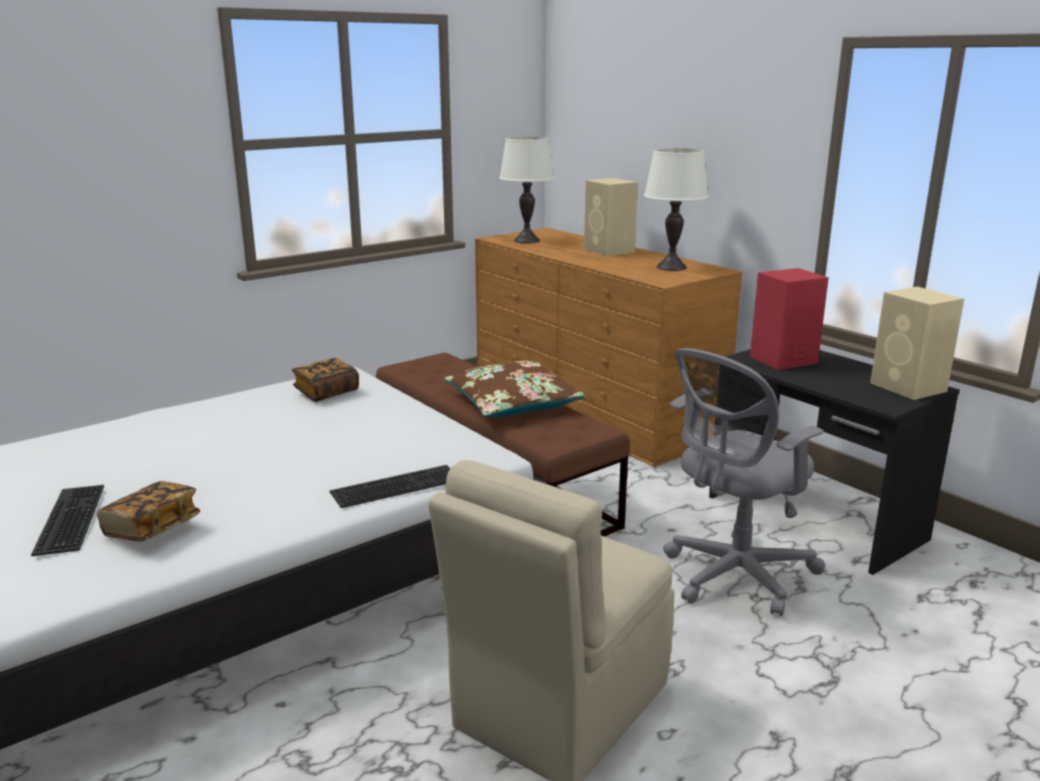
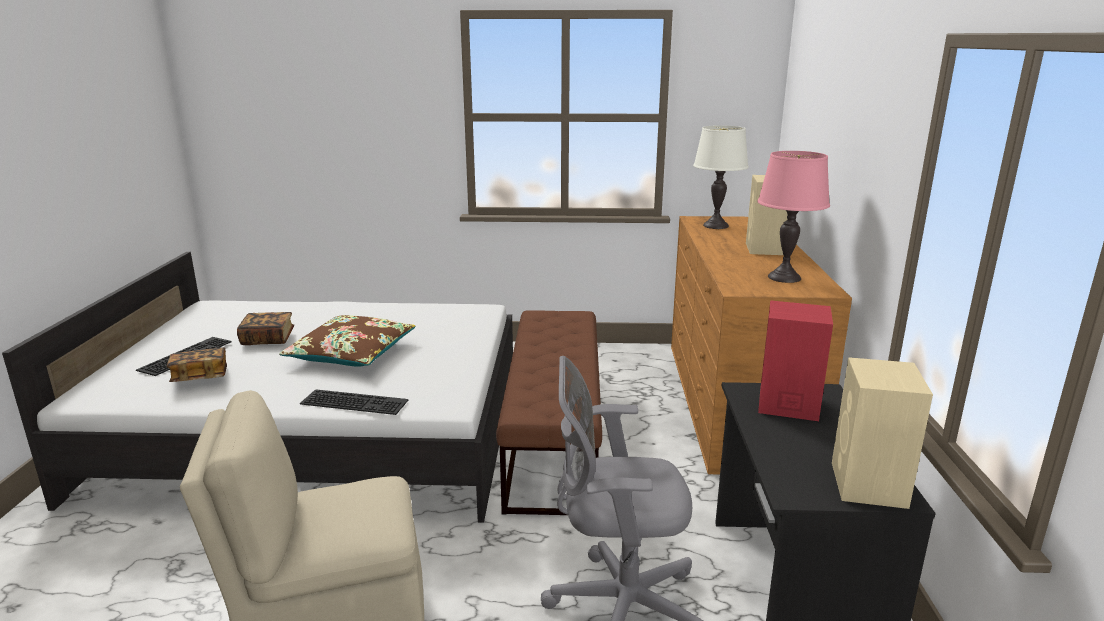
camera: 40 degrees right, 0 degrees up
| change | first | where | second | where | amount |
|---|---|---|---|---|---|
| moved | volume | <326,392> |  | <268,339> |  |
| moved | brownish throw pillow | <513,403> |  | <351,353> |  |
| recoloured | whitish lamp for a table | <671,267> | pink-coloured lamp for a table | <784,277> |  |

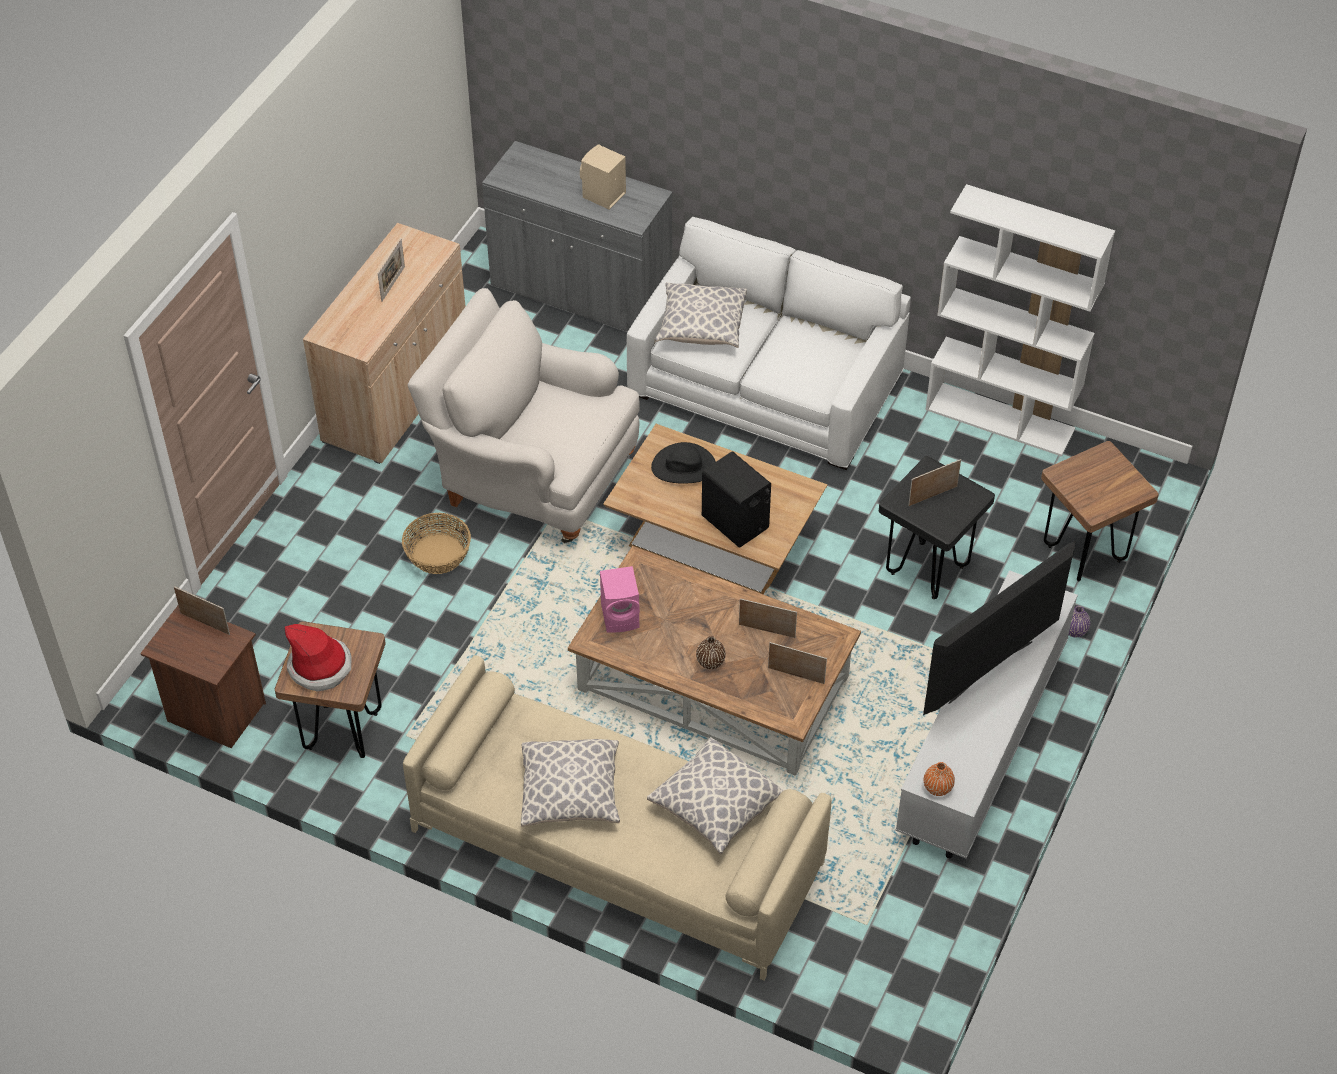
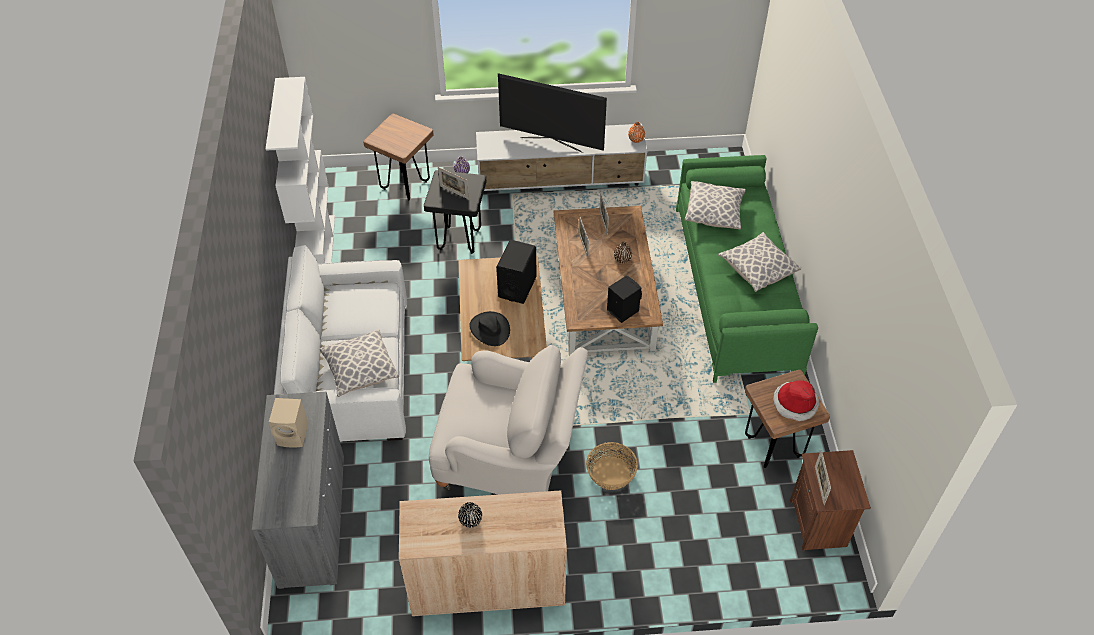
camera: 120 degrees left, 0 degrees up
| change | first | where | second | where | amount |
|---|---|---|---|---|---|
| turned | whitish armchair | <532,475> |  | <510,457> | 75 degrees counterclockwise |
| replaced | picture frame | <393,284> | black-coloured vase | <470,520> |  |
| recoloured | pink-coloured audio speaker | <621,616> | black-coloured audio speaker | <622,310> |  |
| recoloured | beige settee | <617,847> | greenish settee | <735,288> |  |

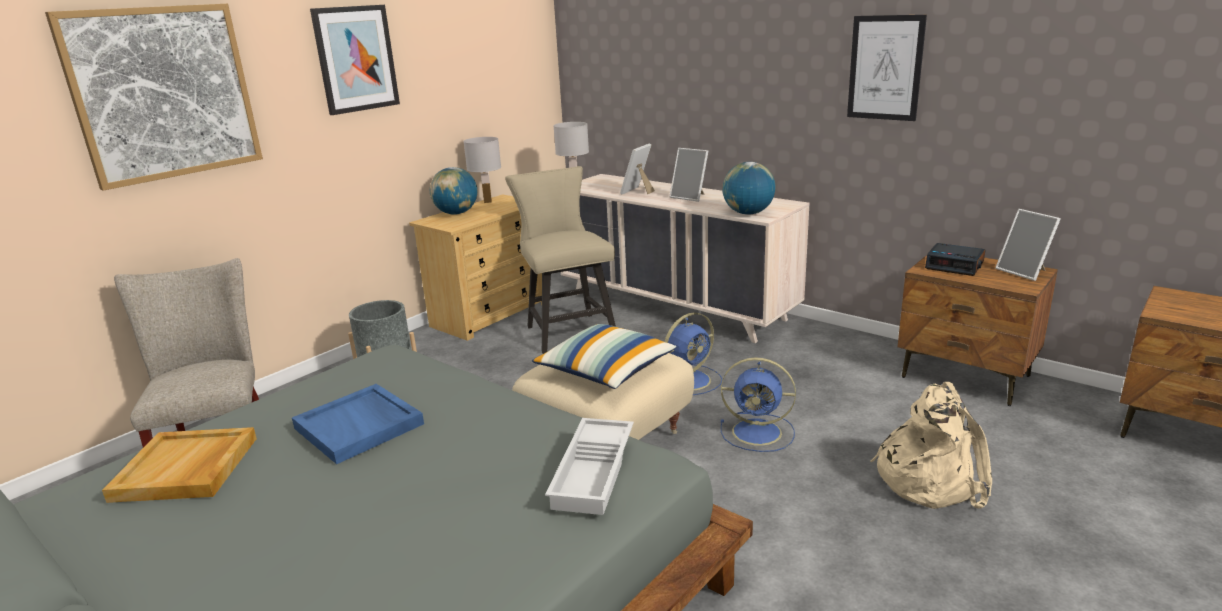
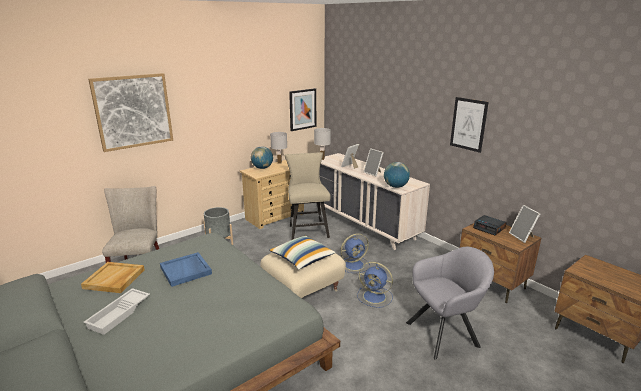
camera: 10 degrees right, 0 degrees up
| change | first | where | second | where | amount |
|---|---|---|---|---|---|
| moved | whitish carrying tray | <595,472> |  | <119,314> |  |
| moved | wall art | <356,59> |  | <302,109> |  |
| replaced | beige backpack | <929,479> | grey armchair | <445,333> |  |

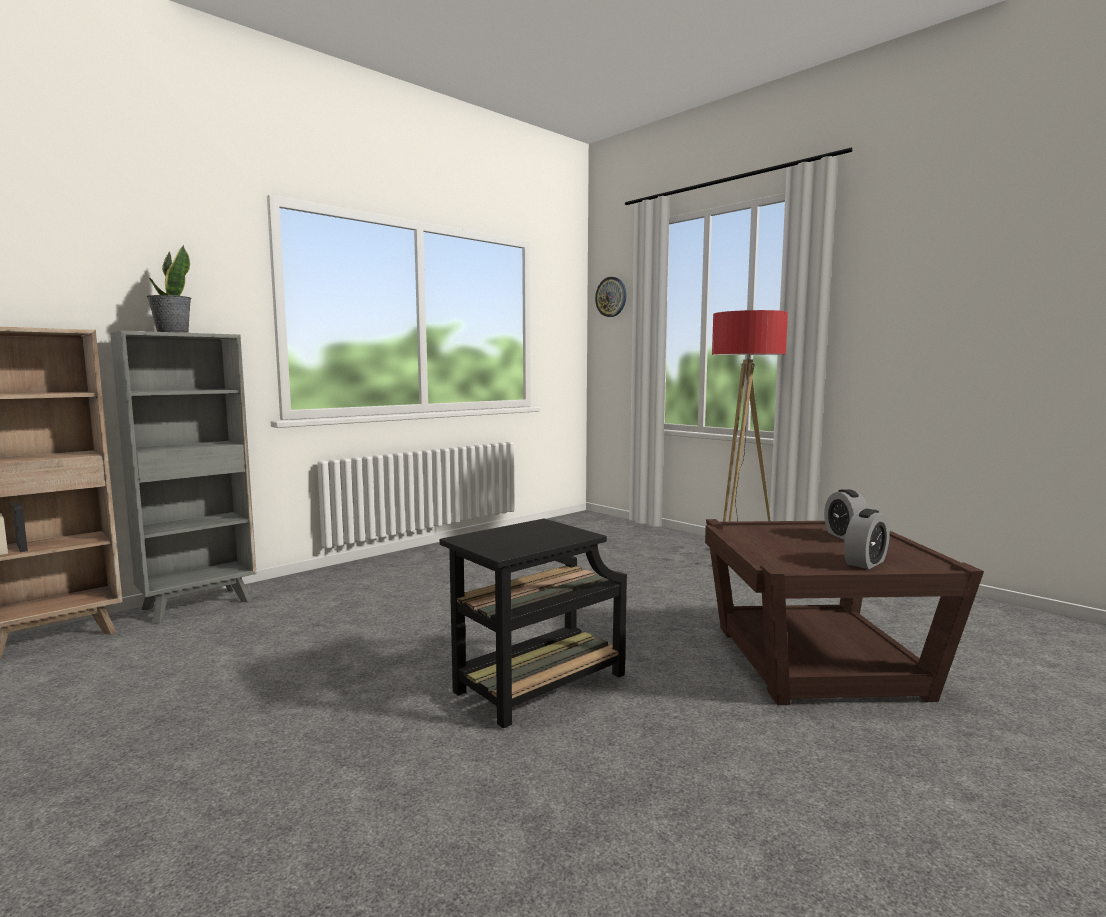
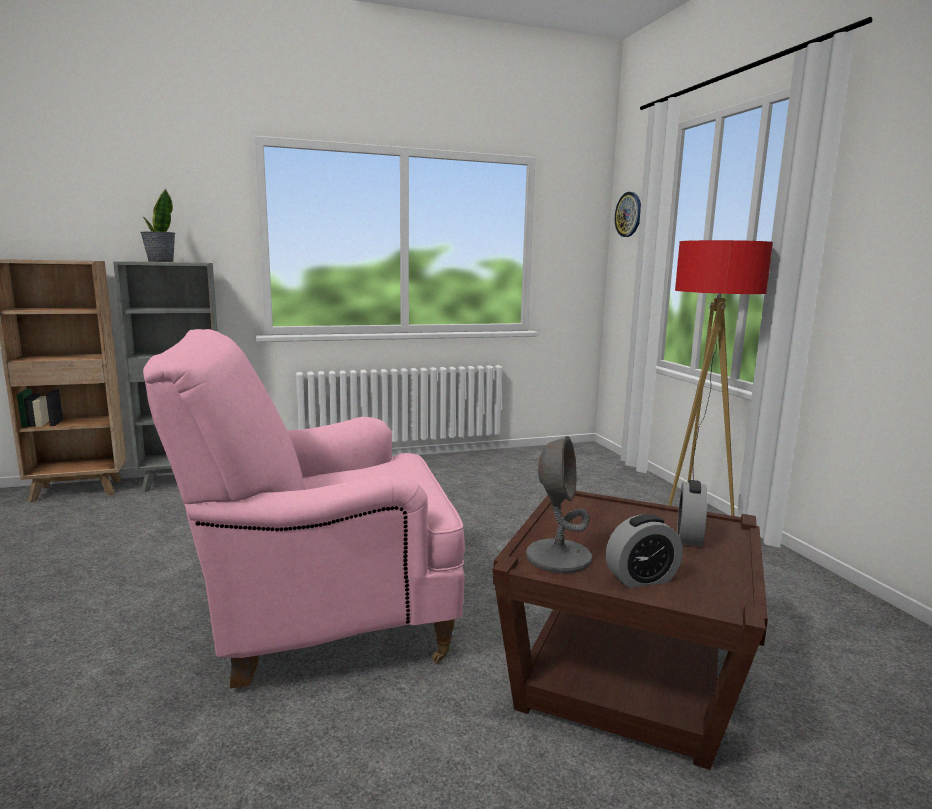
camera: 25 degrees right, 5 degrees up
| change | first | where | second | where | amount |
|---|---|---|---|---|---|
| replaced | black-coloured side table | <536,686> | pink-coloured armchair | <323,619> |  |
| added |  |  | grey lamp for a table | <558,557> |  |

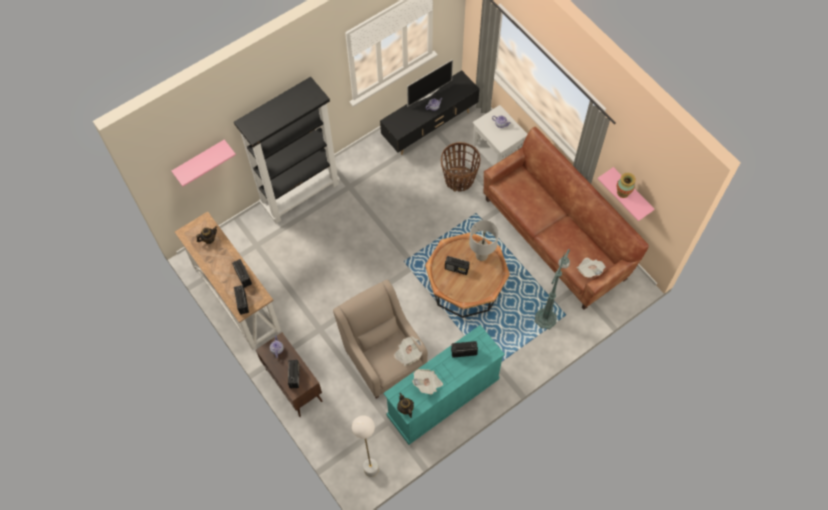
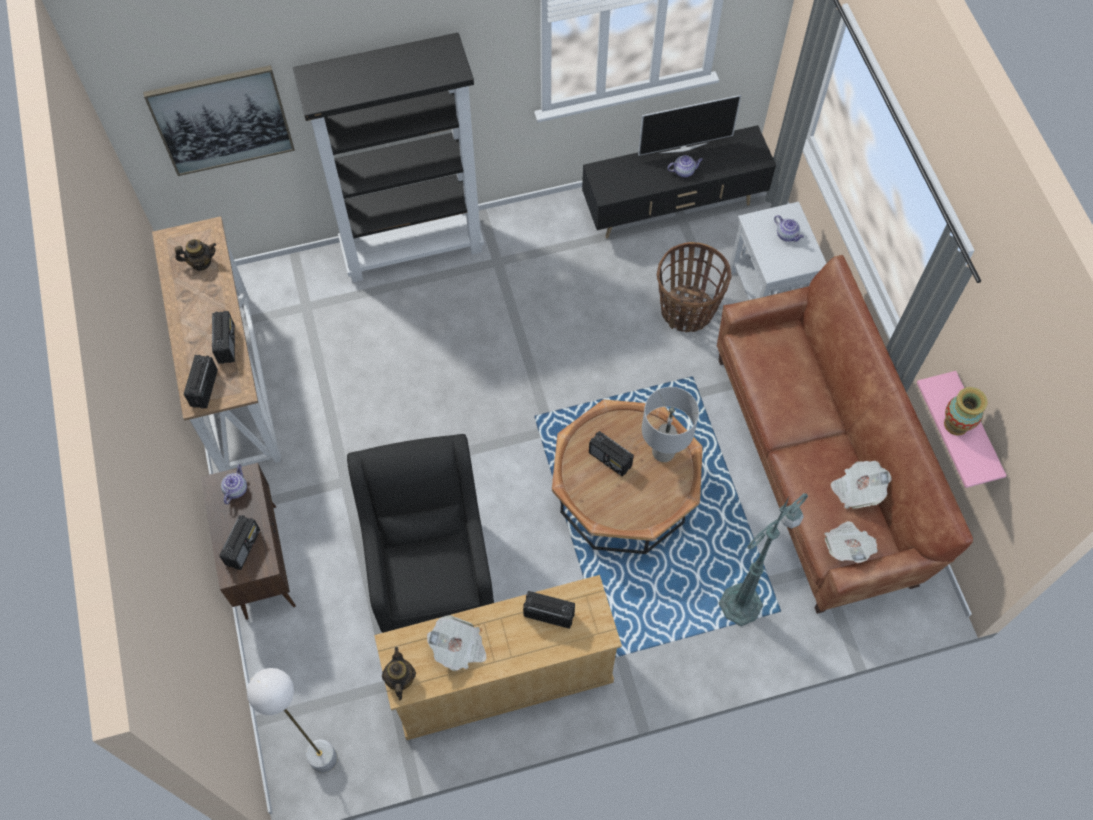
camera: 20 degrees right, 0 degrees up
| change | first | where | second | where | amount |
|---|---|---|---|---|---|
| replaced | pink-coloured bracket shelf | <200,160> | wall art | <222,120> |  |
| recoloured | beige armchair | <383,356> | black-coloured armchair | <431,568> |  |
| recoloured | turquoise drawer chest | <442,397> | beige drawer chest | <501,678> |  |
| moved | newspaper | <408,353> |  | <857,490> |  |

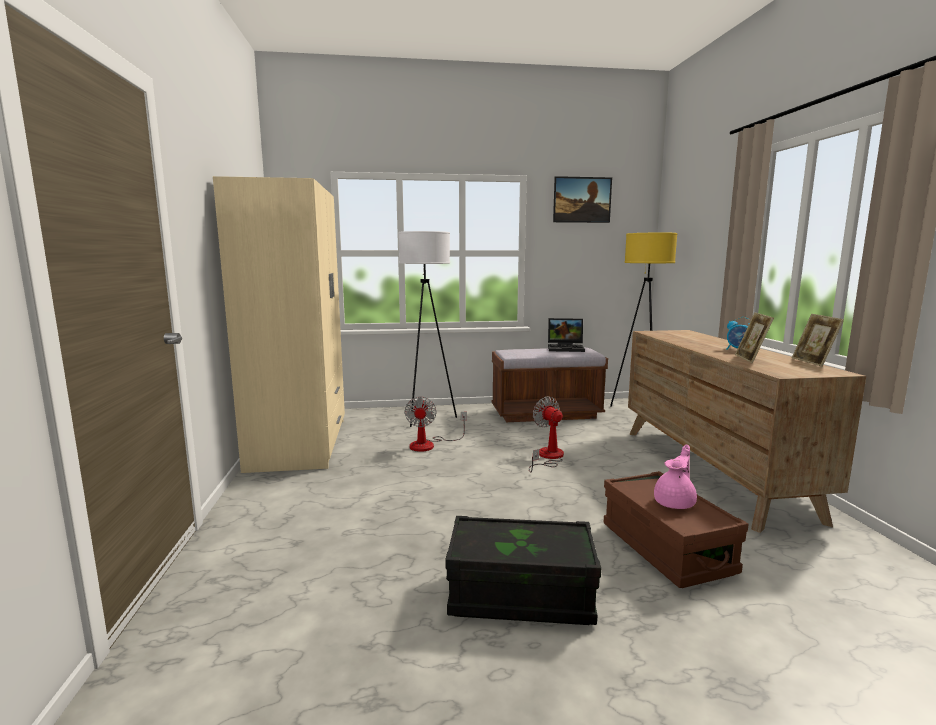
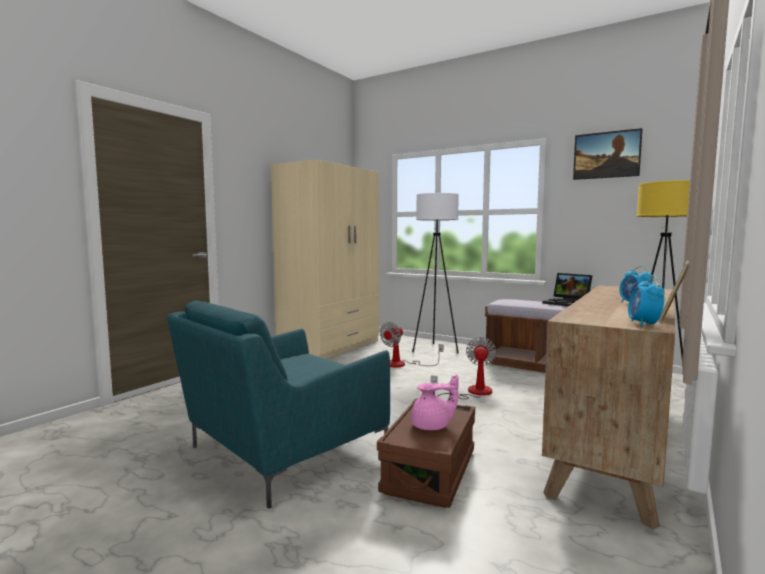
camera: 40 degrees right, 5 degrees down
| change | first | where | second | where | amount |
|---|---|---|---|---|---|
| replaced | black-coloured storage box | <520,595> | turquoise armchair | <281,451> |  |
| added |  |  | table clock | <644,324> |  |
| removed | picture frame | <751,359> |  |  |  |

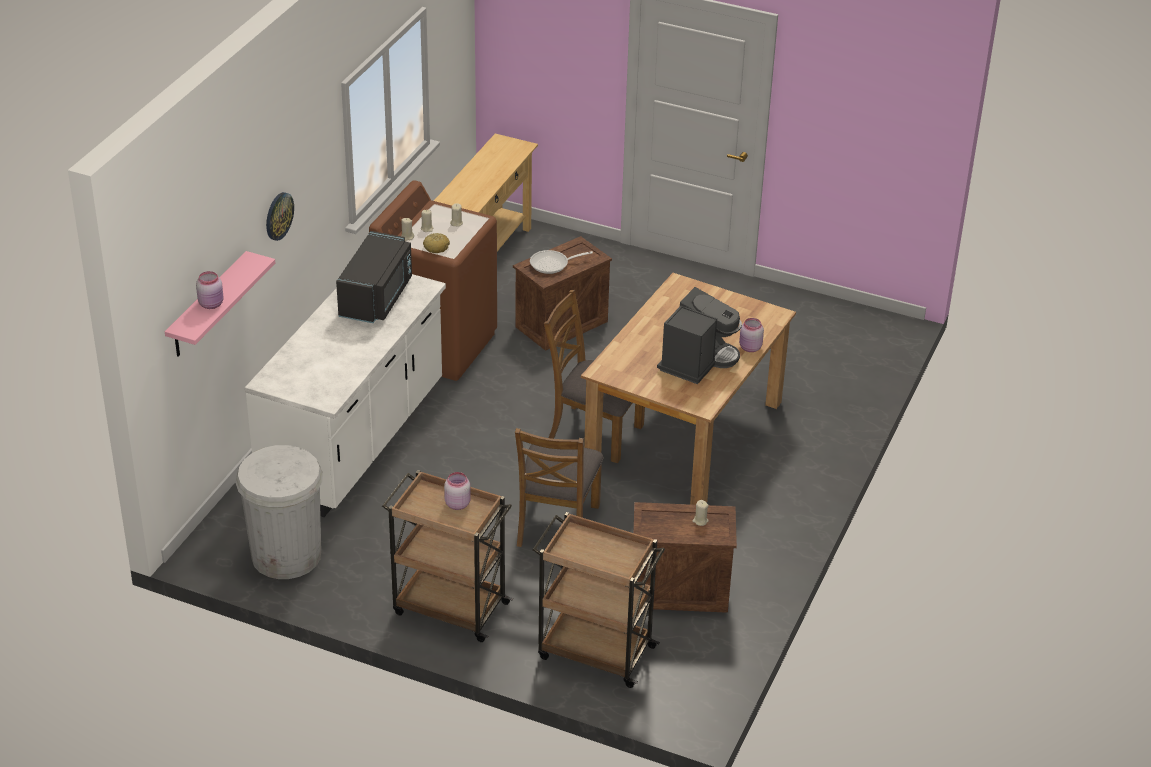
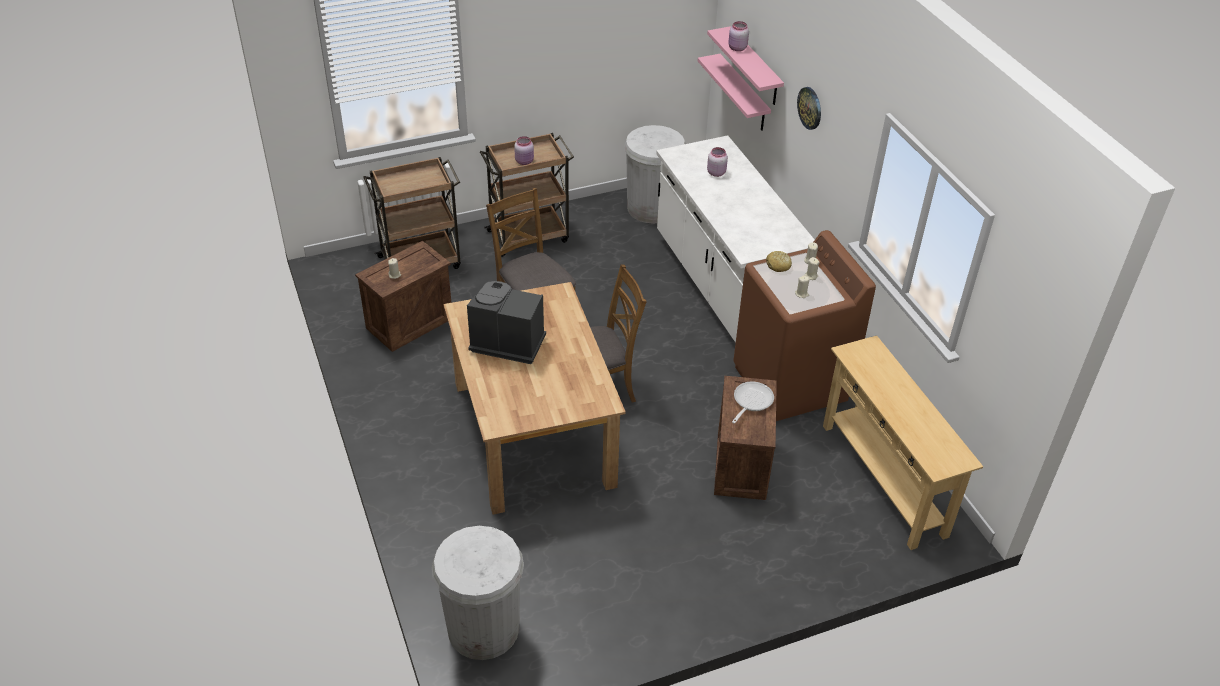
camera: 135 degrees right, 5 degrees up
| change | first | where | second | where | amount |
|---|---|---|---|---|---|
| added |  |  | whitish waste bin | <483,629> |  |
| turned | coffee maker | <697,361> |  | <506,342> | 120 degrees clockwise |
| added |  |  | pink-coloured bracket shelf | <743,93> |  |
| moved | pink-coloured preserve jar | <750,348> |  | <716,172> |  |
| removed | black-coloured microwave oven | <377,298> |  |  |  |

